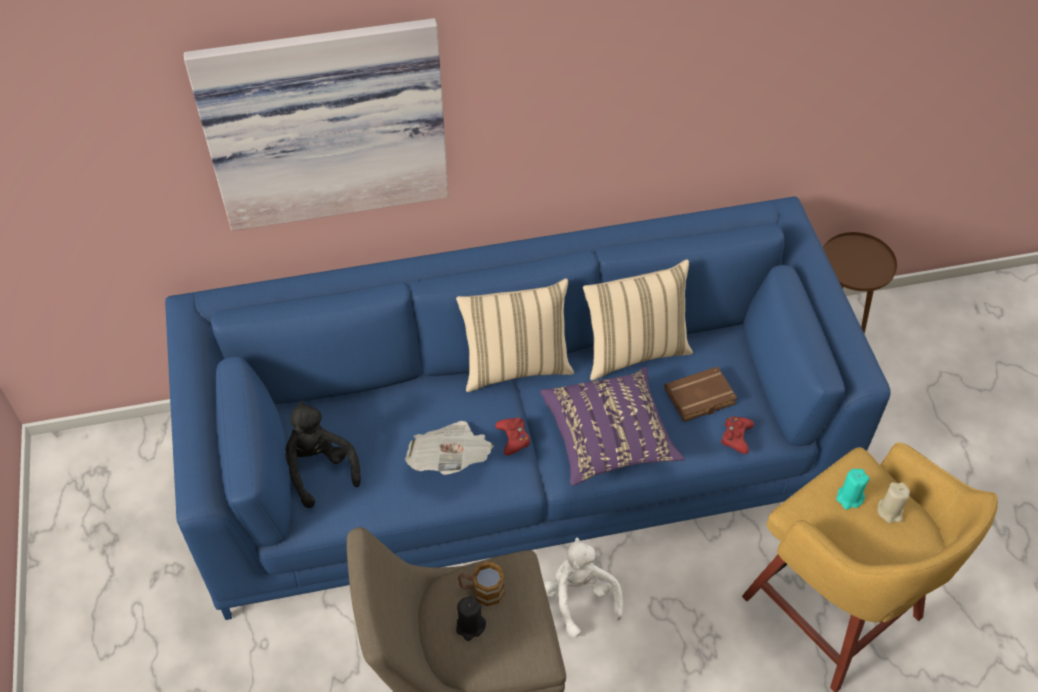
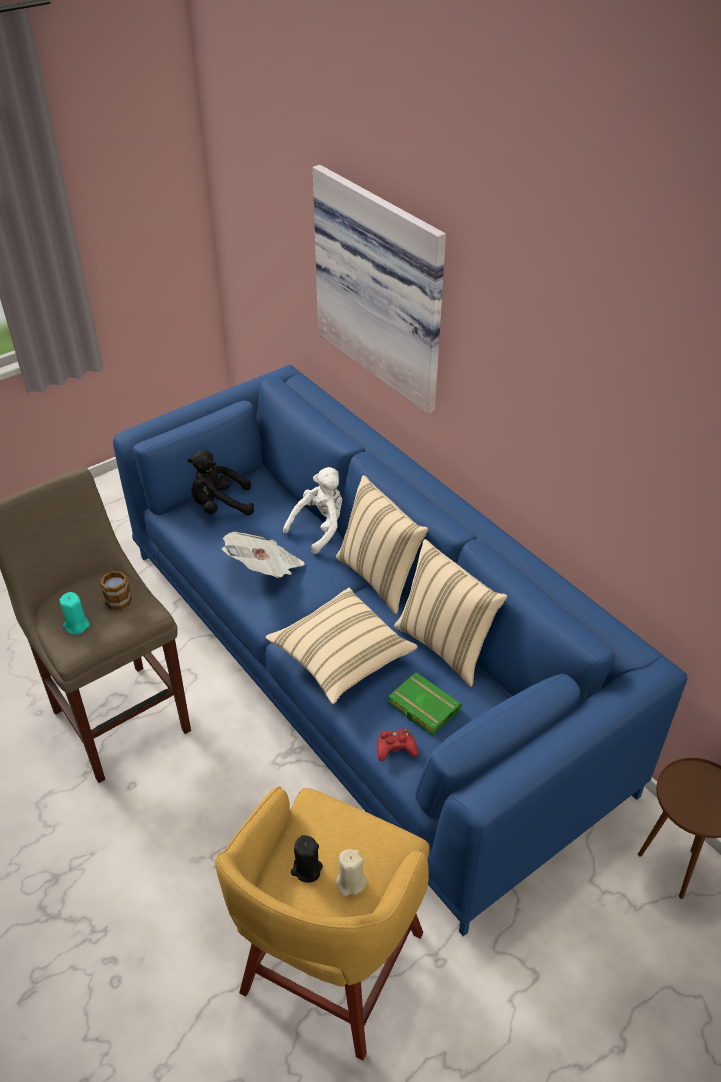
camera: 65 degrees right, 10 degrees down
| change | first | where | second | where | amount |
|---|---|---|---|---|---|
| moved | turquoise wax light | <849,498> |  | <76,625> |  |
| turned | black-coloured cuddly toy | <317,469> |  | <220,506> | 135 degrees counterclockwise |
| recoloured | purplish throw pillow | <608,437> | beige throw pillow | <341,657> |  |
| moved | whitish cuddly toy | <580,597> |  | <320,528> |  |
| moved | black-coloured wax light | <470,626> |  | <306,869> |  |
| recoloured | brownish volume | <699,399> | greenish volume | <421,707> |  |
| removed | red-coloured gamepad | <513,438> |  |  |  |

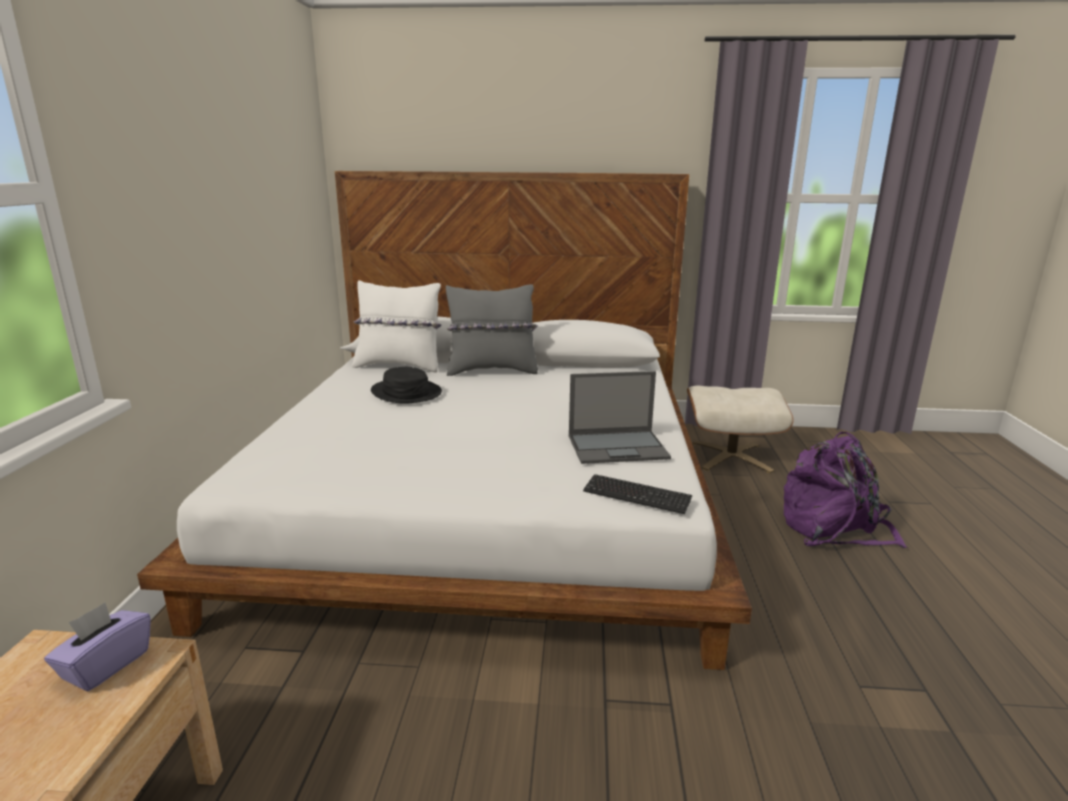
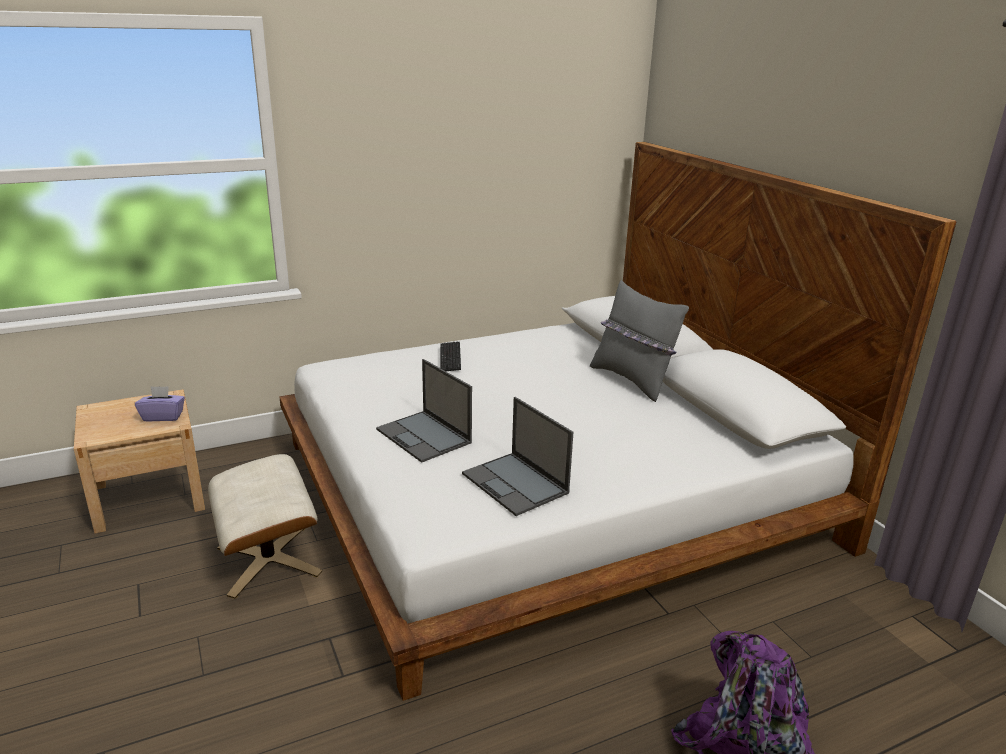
camera: 60 degrees right, 5 degrees up
| change | first | where | second | where | amount |
|---|---|---|---|---|---|
| moved | beige pouffe | <731,456> |  | <269,560> |  |
| added |  |  | notebook computer | <424,436> |  |
| moved | keyboard | <636,496> |  | <450,358> |  |
| removed | whitish throw pillow | <399,366> |  |  |  |
| removed | black-coloured wearable hat | <406,392> |  |  |  |

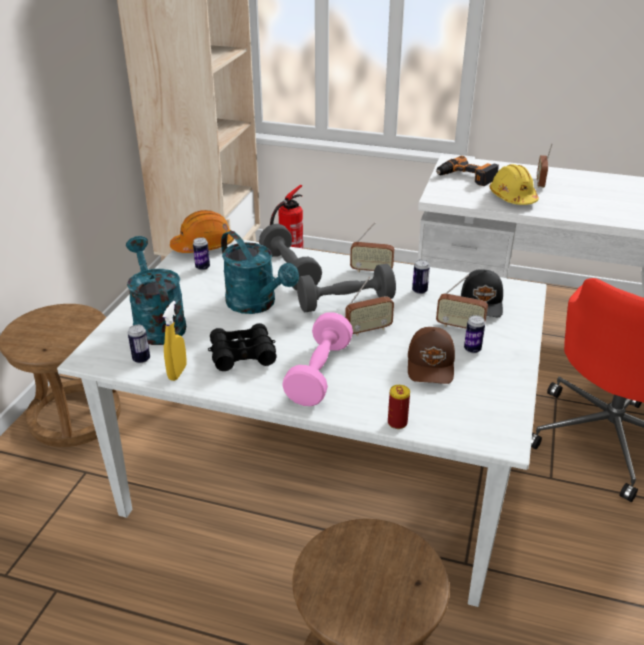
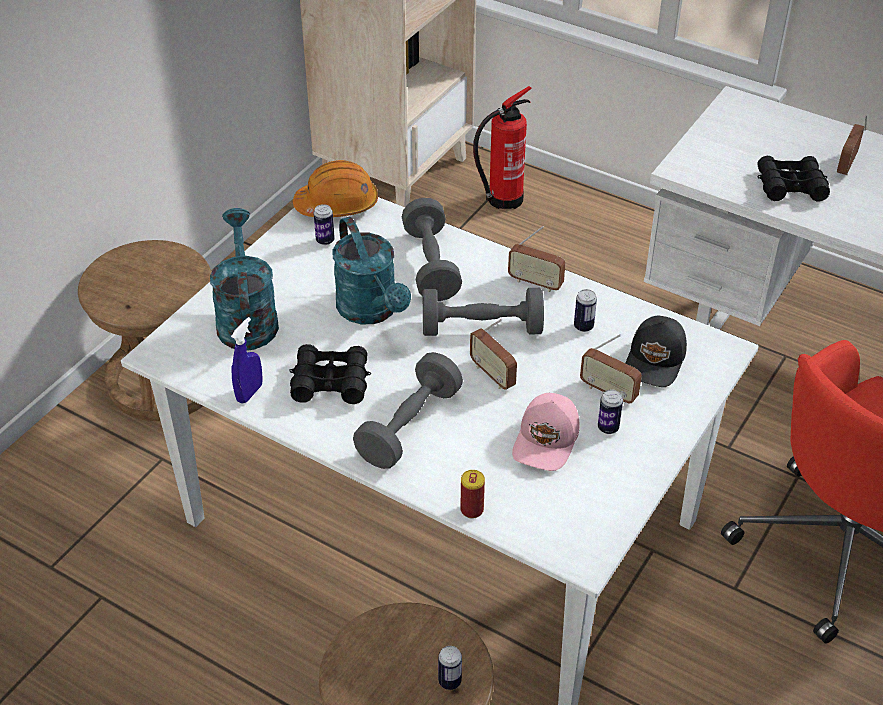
camera: 15 degrees right, 10 degrees up
| change | first | where | second | where | amount |
|---|---|---|---|---|---|
| recoloured | yellow-coloured hand sprayer | <177,372> | blue hand sprayer | <249,393> |  |
| recoloured | pink-coloured dumbbell | <319,373> | grey dumbbell | <409,426> |  |
| moved | can | <141,359> |  | <449,681> |  |
| turned | radio set | <368,330> |  | <493,375> | 60 degrees clockwise |
| recoloured | brownish peaked cap | <431,365> | pink-coloured peaked cap | <547,441> |  |
| replaced | yellow-coloured hard hat | <512,197> | black-coloured field glasses | <790,186> |  |
| removed | drill | <466,177> |  |  |  |

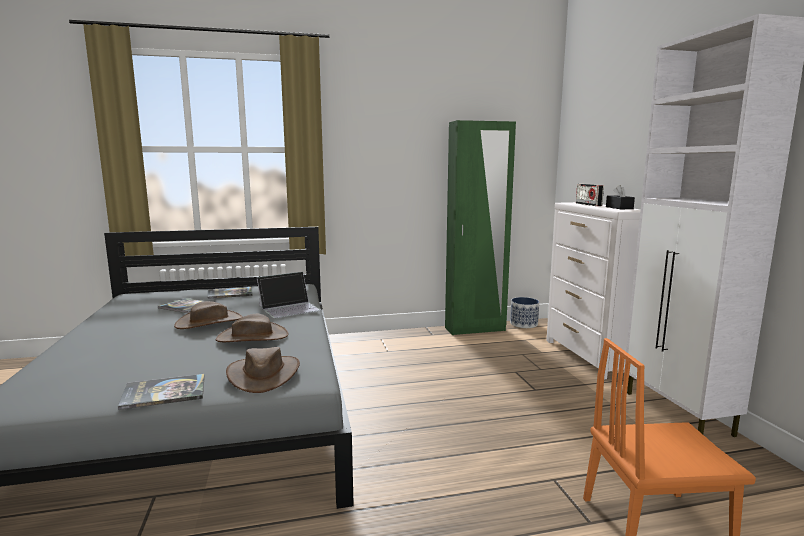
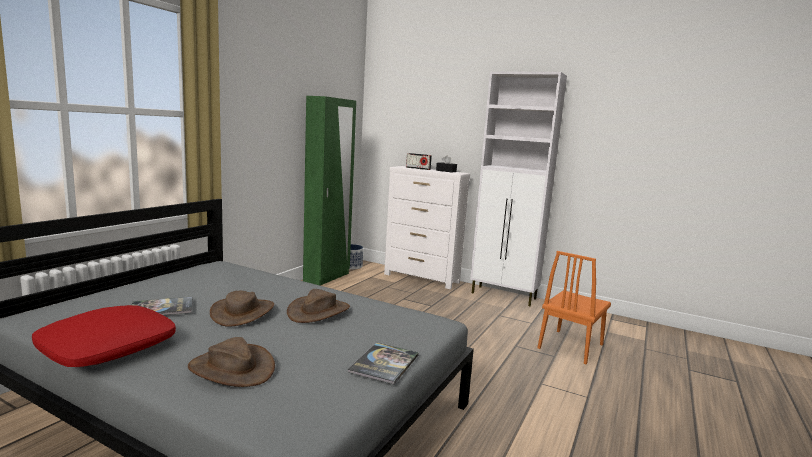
camera: 50 degrees left, 0 degrees up
| change | first | where | second | where | amount |
|---|---|---|---|---|---|
| added |  |  | red-coloured throw pillow | <108,347> |  |
| moved | brownish wearable hat | <263,374> |  | <231,368> |  |
| removed | volume | <230,293> |  |  |  |
| removed | notebook computer | <289,308> |  |  |  |

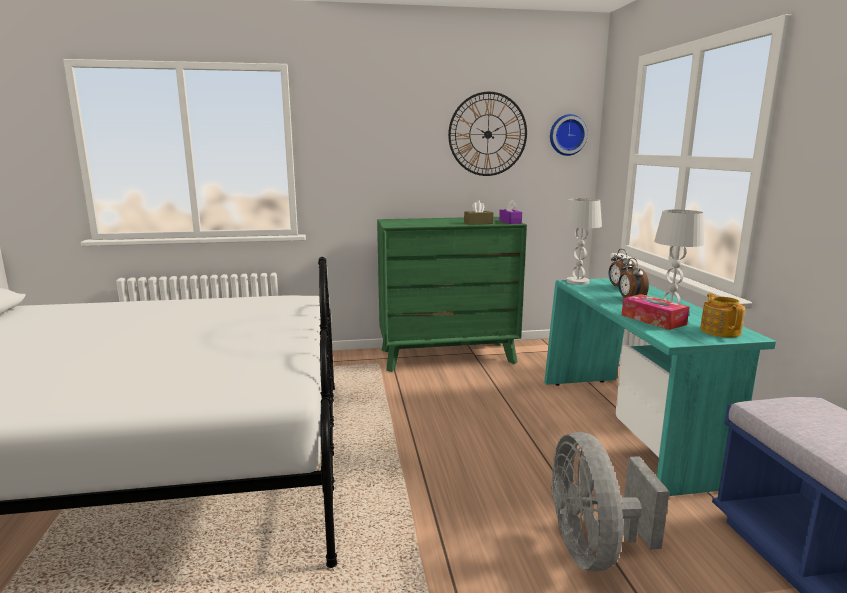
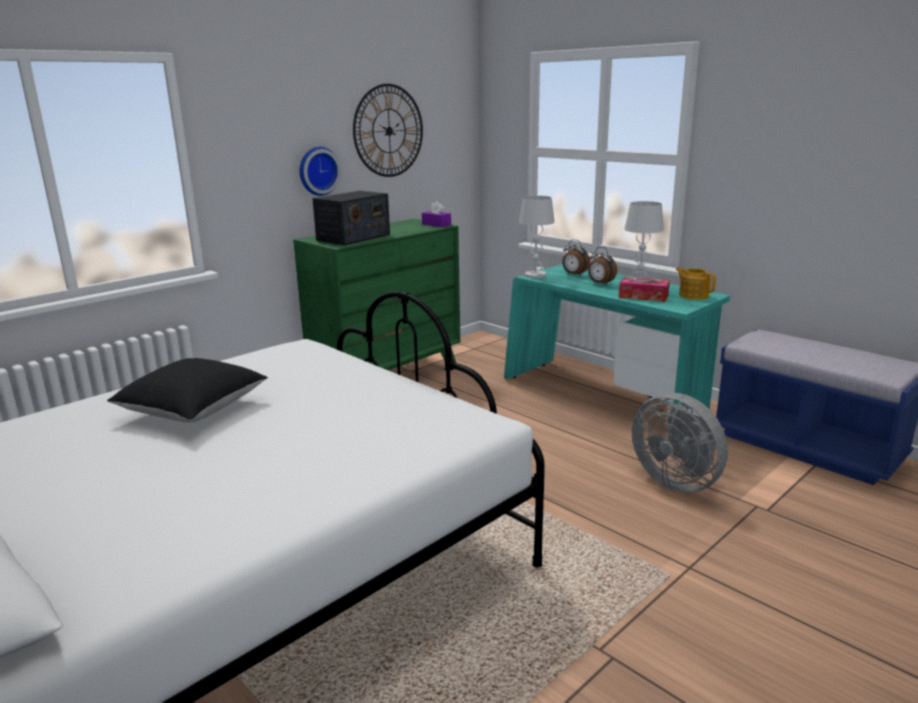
camera: 35 degrees left, 5 degrees up
| change | first | where | second | where | amount |
|---|---|---|---|---|---|
| added |  |  | black-coloured throw pillow | <193,410> |  |
| moved | clock on the wall | <567,135> |  | <317,171> |  |
| added |  |  | radio set | <353,237> |  |
| removed | brownish tissue box | <478,223> |  |  |  |

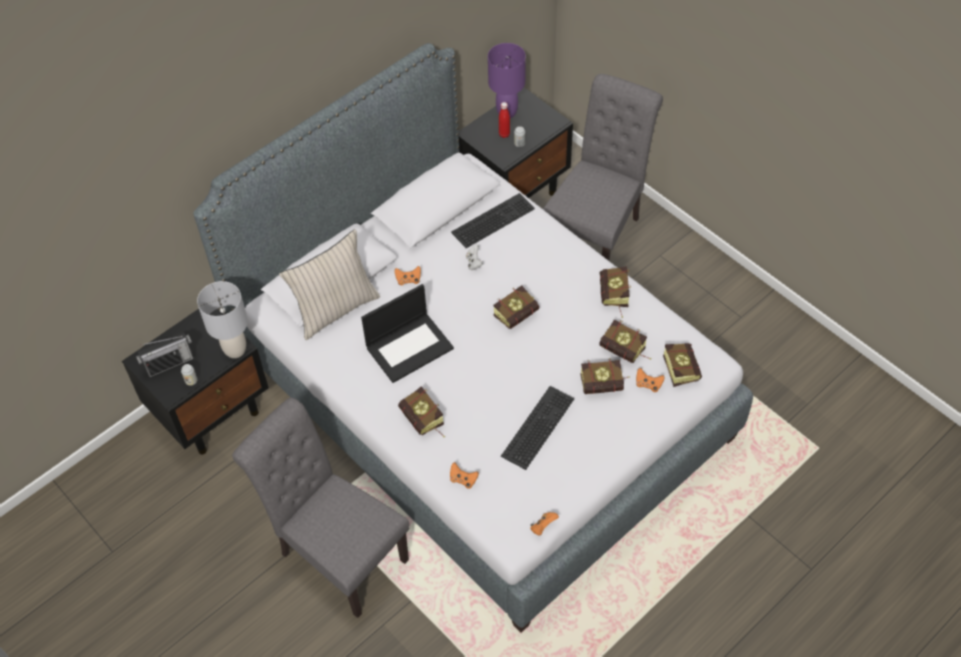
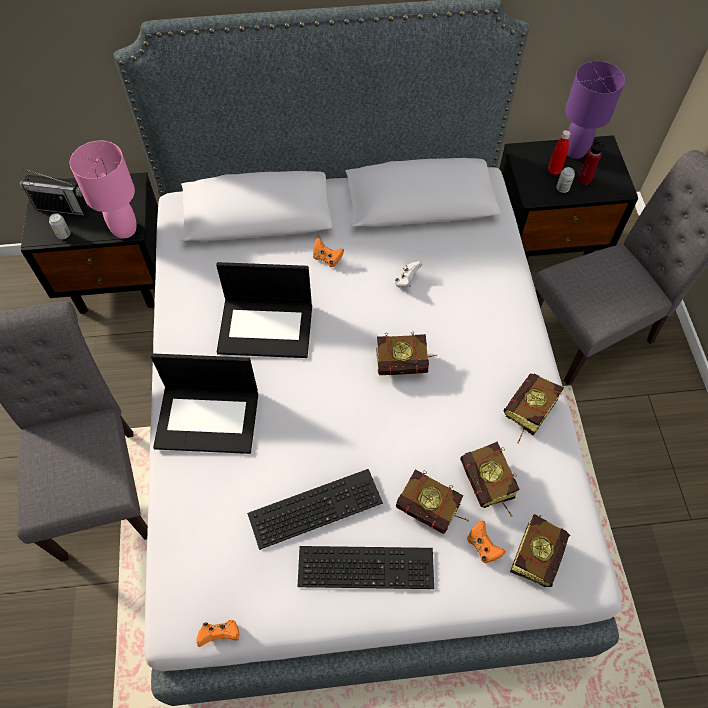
camera: 35 degrees right, 5 degrees up
| change | first | where | second | where | amount |
|---|---|---|---|---|---|
| recoloured | grey lamp for a table | <235,350> | pink-coloured lamp for a table | <124,229> |  |
| replaced | volume | <424,422> | notebook computer | <209,418> |  |
| moved | keyboard | <492,219> |  | <367,564> |  |
| added |  |  | red-coloured bottle | <584,179> |  |
| removed | beige throw pillow | <335,309> |  |  |  |
| removed | orange gamepad | <463,480> |  |  |  |

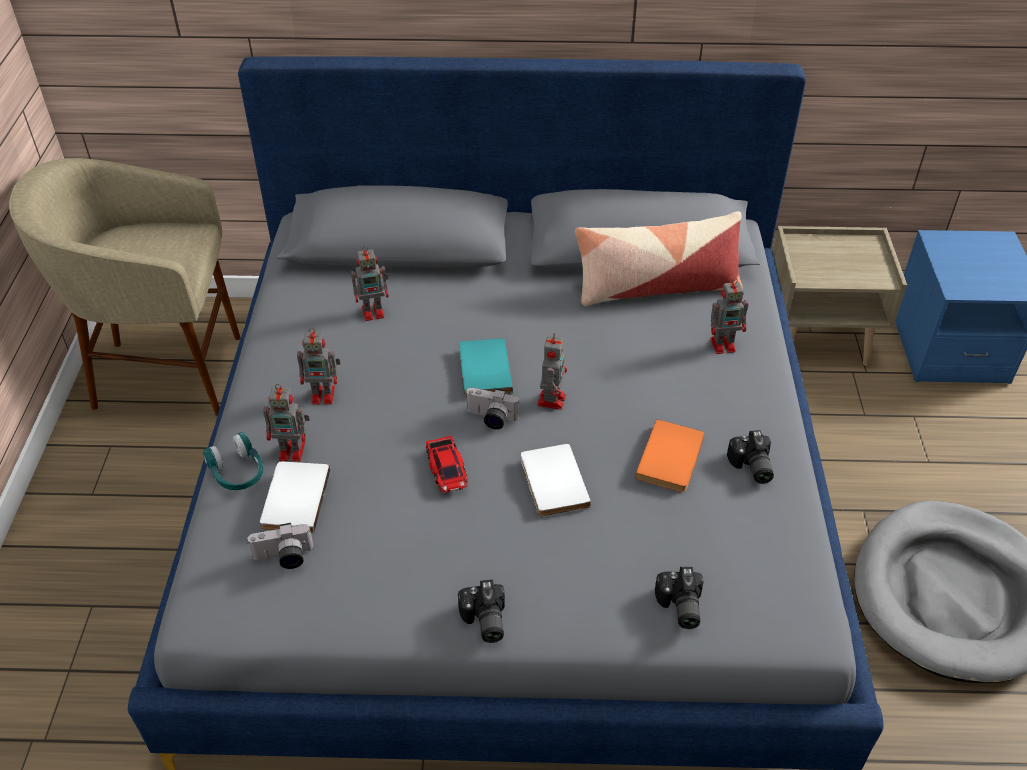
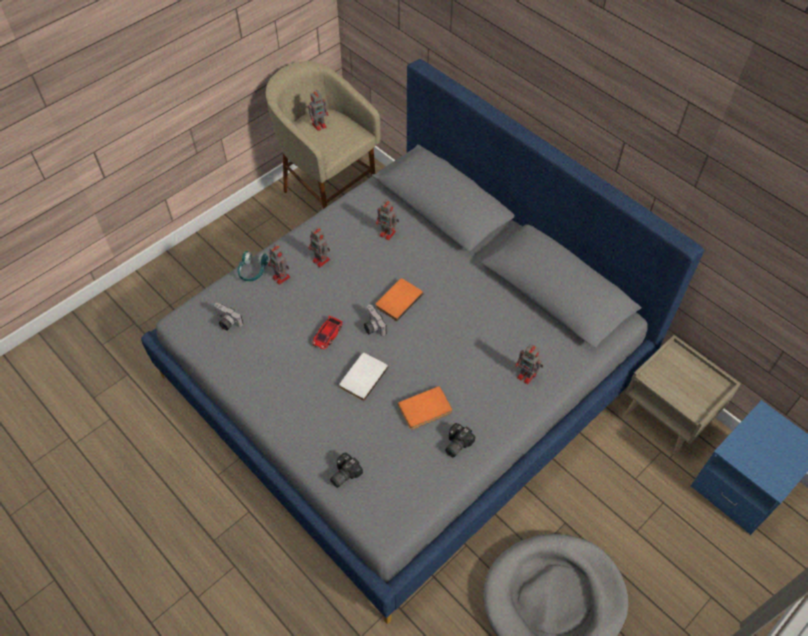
camera: 45 degrees right, 10 degrees up
| change | first | where | second | where | amount |
|---|---|---|---|---|---|
| moved | model robot | <551,399> |  | <320,125> |  |
| recoloured | turquoise volume | <482,370> | orange volume | <397,300> |  |
| removed | whitish volume | <293,499> |  |  |  |
| removed | still camera | <483,621> |  |  |  |
| removed | throw pillow | <656,287> |  |  |  |

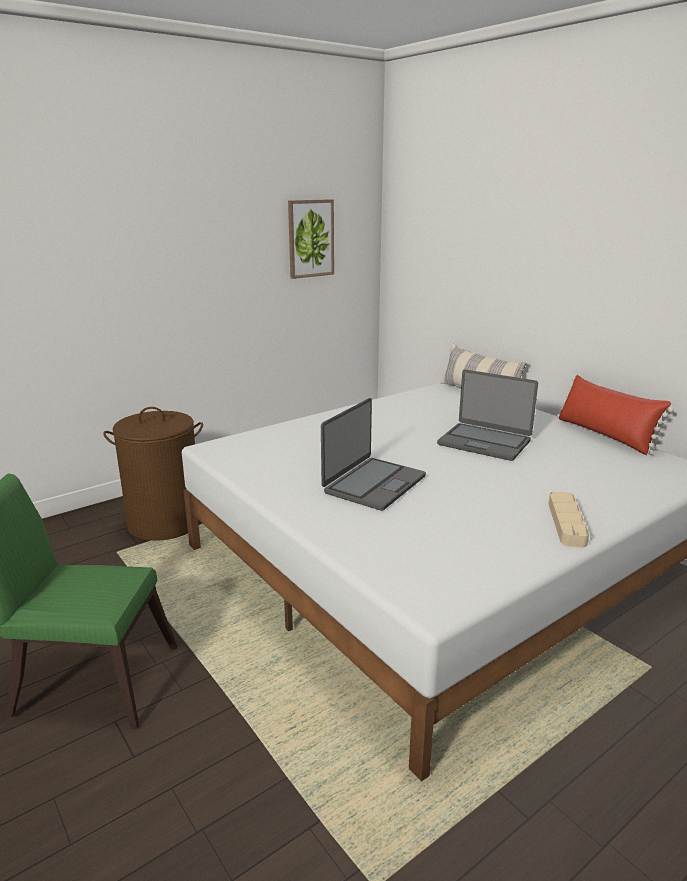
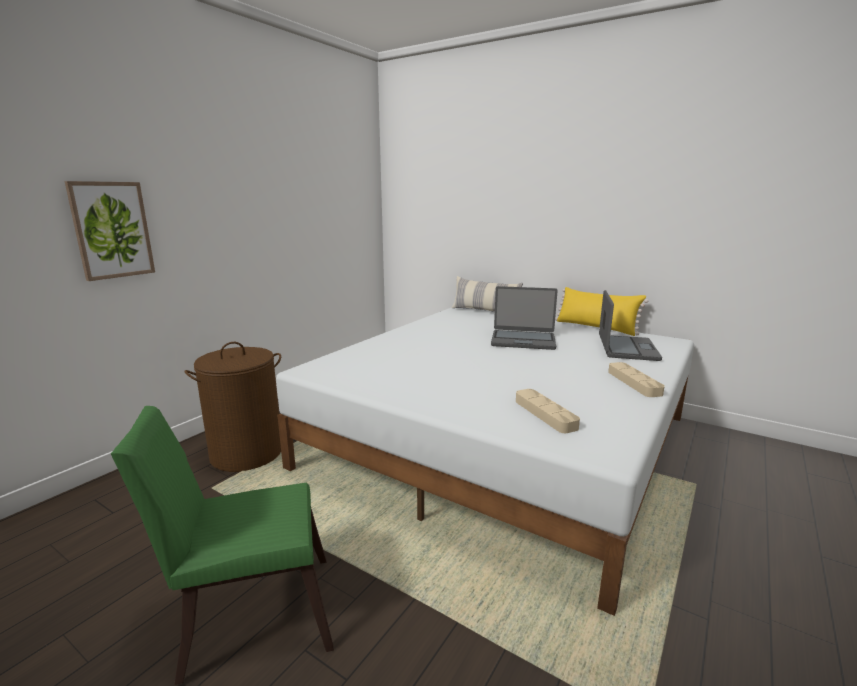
camera: 20 degrees left, 5 degrees down
| change | first | where | second | where | amount |
|---|---|---|---|---|---|
| moved | wall art | <310,238> |  | <112,230> |  |
| added |  |  | beige carrying tray | <545,414> |  |
| recoloured | red-coloured throw pillow | <604,435> | yellow-coloured throw pillow | <596,327> |  |
| moved | notebook computer | <373,484> |  | <626,349> |  |

